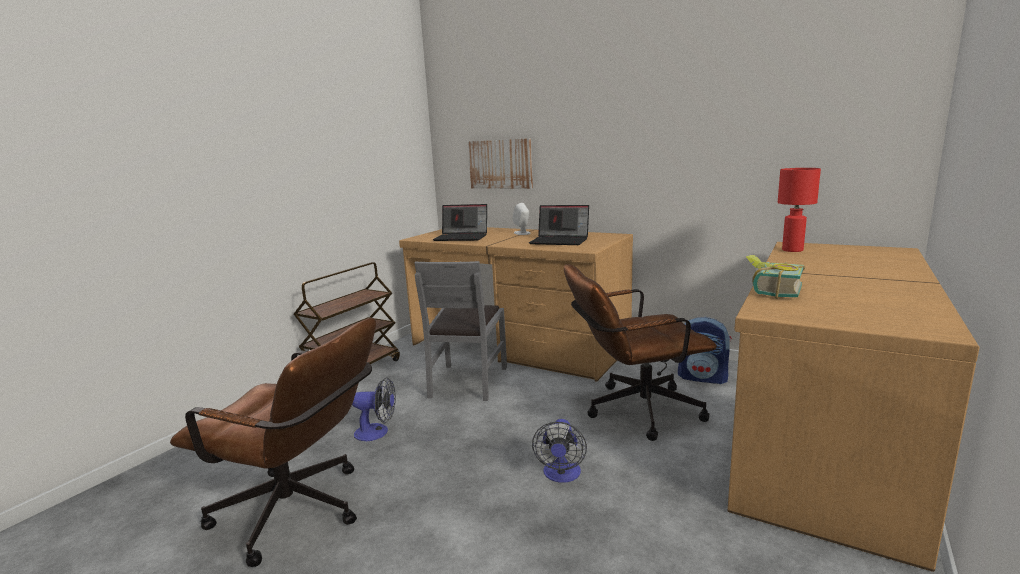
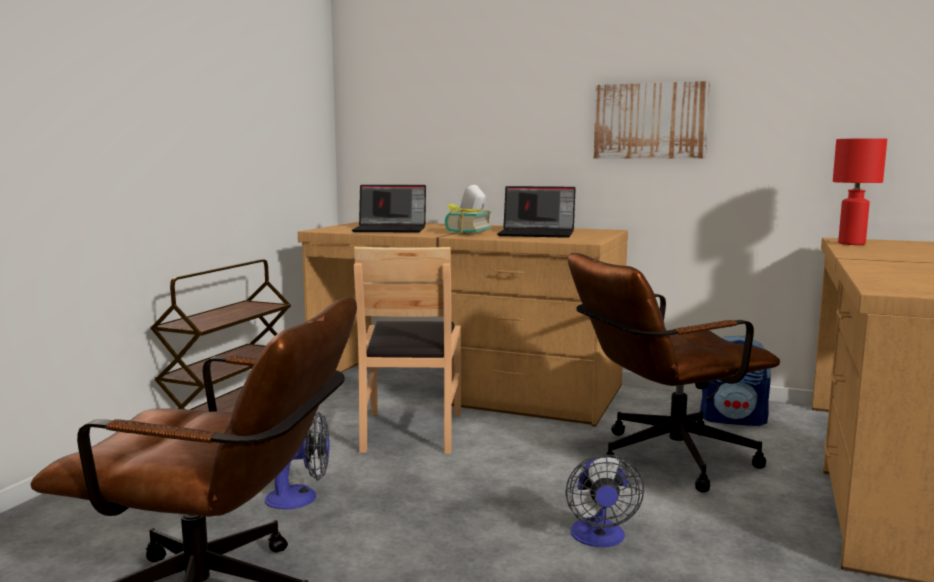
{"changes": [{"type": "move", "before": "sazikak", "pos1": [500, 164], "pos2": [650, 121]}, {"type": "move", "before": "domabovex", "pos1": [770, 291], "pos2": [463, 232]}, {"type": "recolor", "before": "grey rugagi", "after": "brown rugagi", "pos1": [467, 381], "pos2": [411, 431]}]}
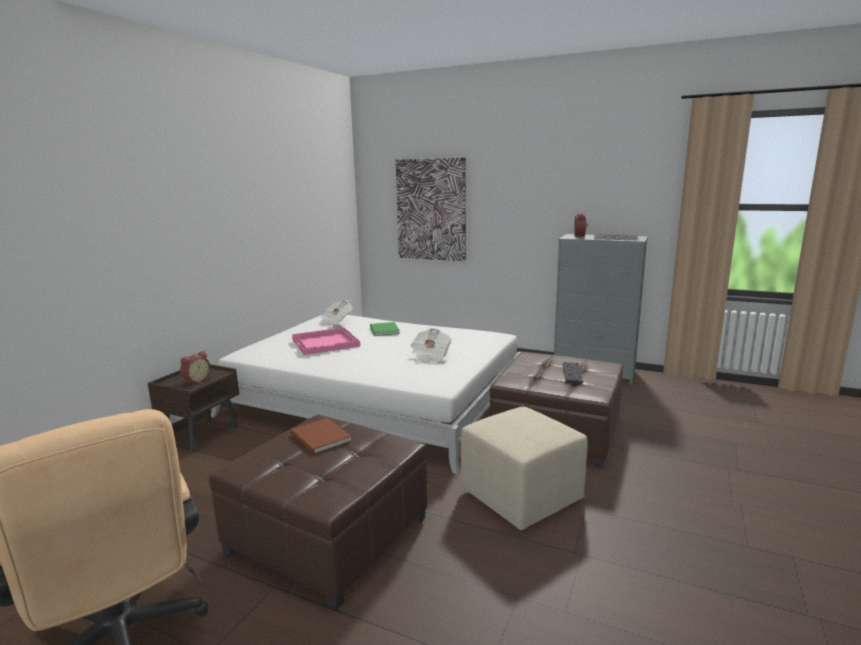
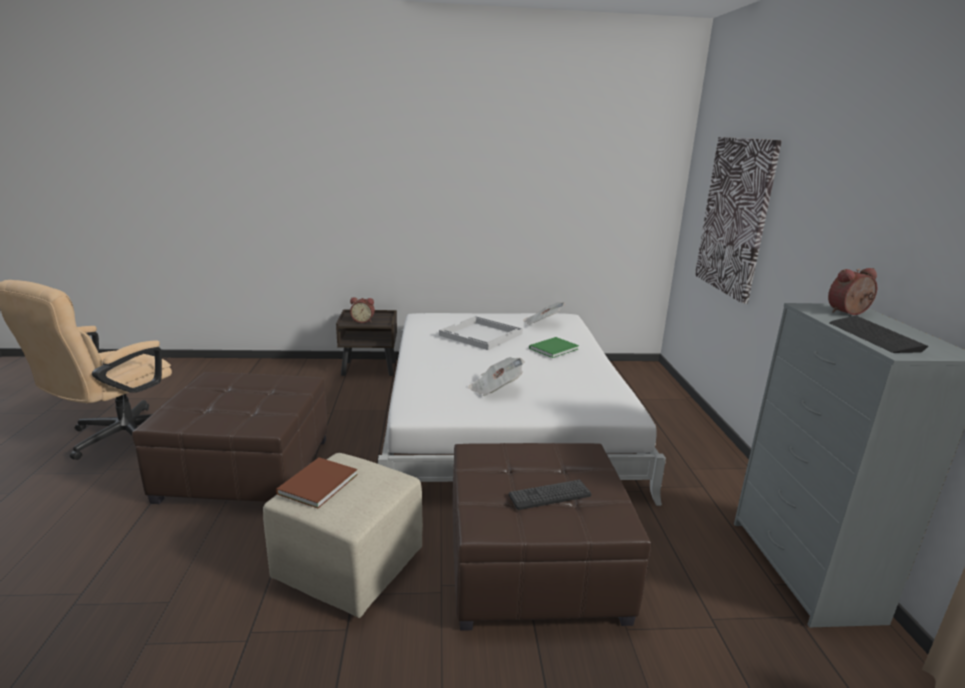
{"changes": [{"type": "recolor", "before": "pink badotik", "after": "white badotik", "pos1": [326, 342], "pos2": [481, 335]}, {"type": "move", "before": "brown domabovex", "pos1": [320, 438], "pos2": [315, 484]}]}
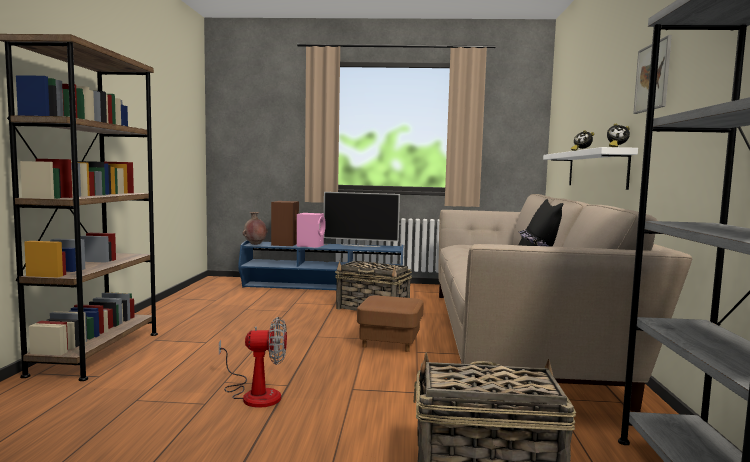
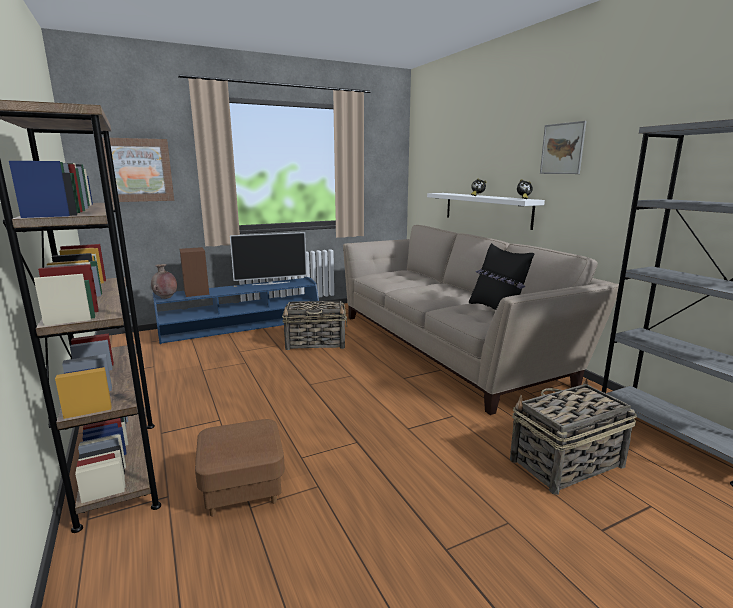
{"changes": [{"type": "delete", "before": "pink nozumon", "pos1": [311, 245]}, {"type": "move", "before": "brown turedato", "pos1": [390, 342], "pos2": [243, 489]}, {"type": "delete", "before": "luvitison", "pos1": [255, 394]}, {"type": "insert", "after": "sazikak", "pos2": [138, 170]}]}
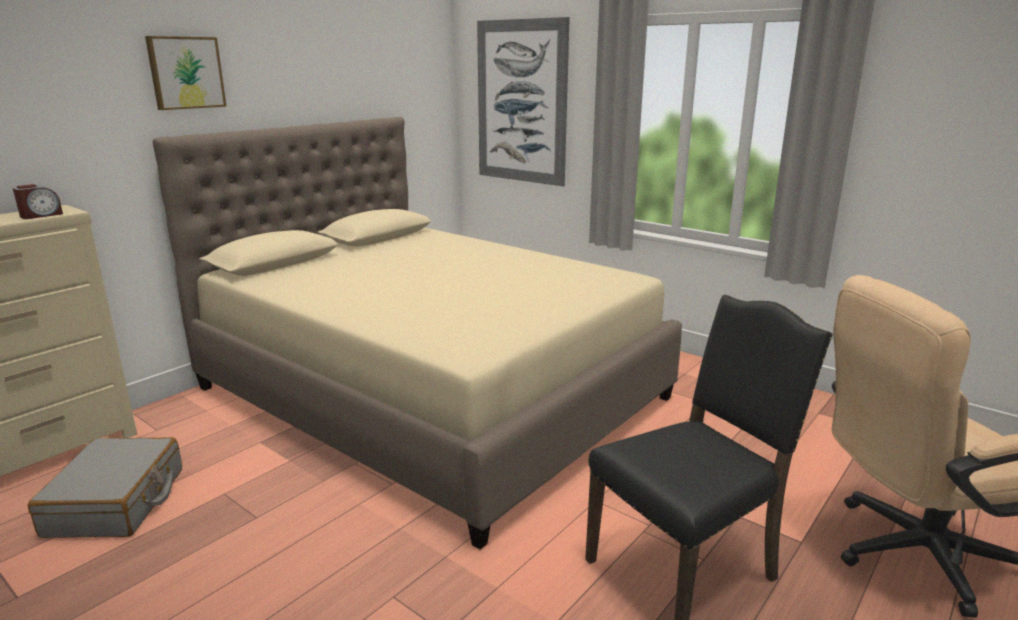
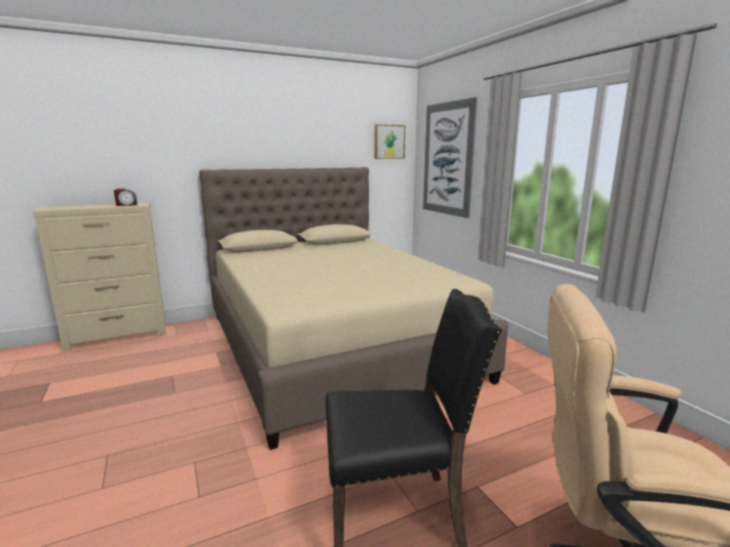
{"changes": [{"type": "move", "before": "sazikak", "pos1": [185, 73], "pos2": [389, 142]}, {"type": "delete", "before": "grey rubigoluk", "pos1": [117, 502]}]}
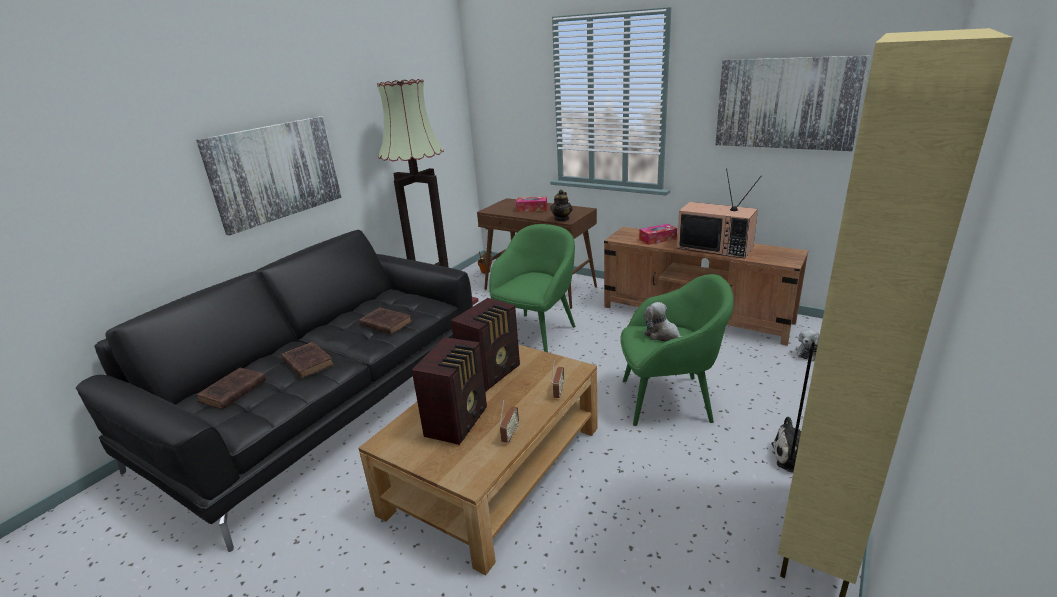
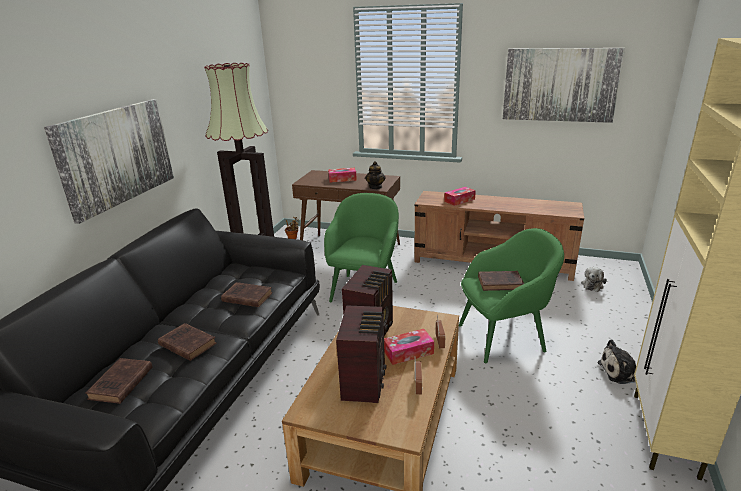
{"changes": [{"type": "delete", "before": "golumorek", "pos1": [716, 247]}, {"type": "replace", "before": "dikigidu", "after": "brown domabovex", "pos1": [663, 335], "pos2": [501, 283]}, {"type": "insert", "after": "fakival", "pos2": [408, 352]}]}
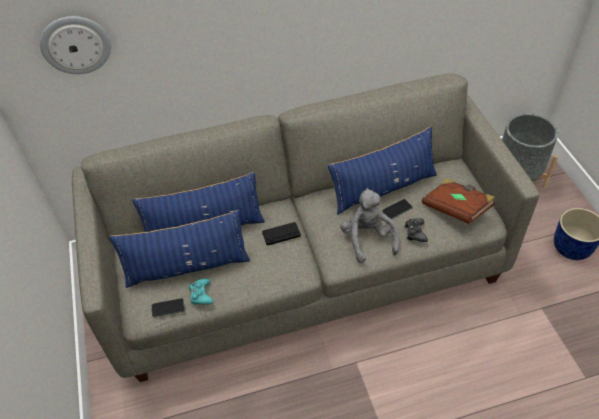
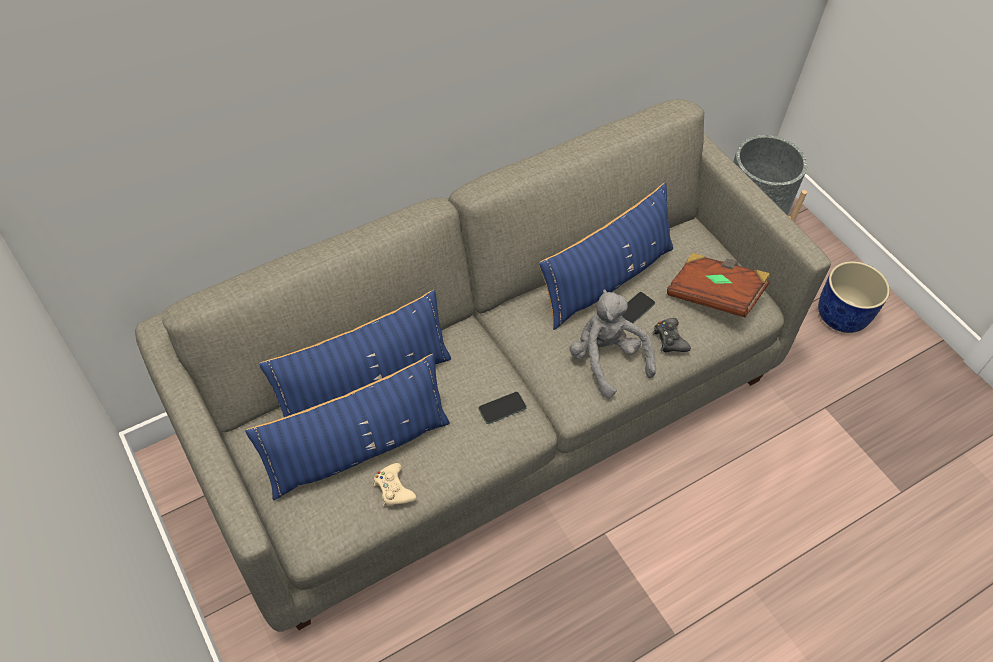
{"changes": [{"type": "delete", "before": "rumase", "pos1": [76, 44]}, {"type": "delete", "before": "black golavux", "pos1": [281, 234]}, {"type": "recolor", "before": "turquoise golavux", "after": "beige golavux", "pos1": [201, 295], "pos2": [393, 489]}, {"type": "move", "before": "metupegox", "pos1": [168, 308], "pos2": [502, 408]}]}
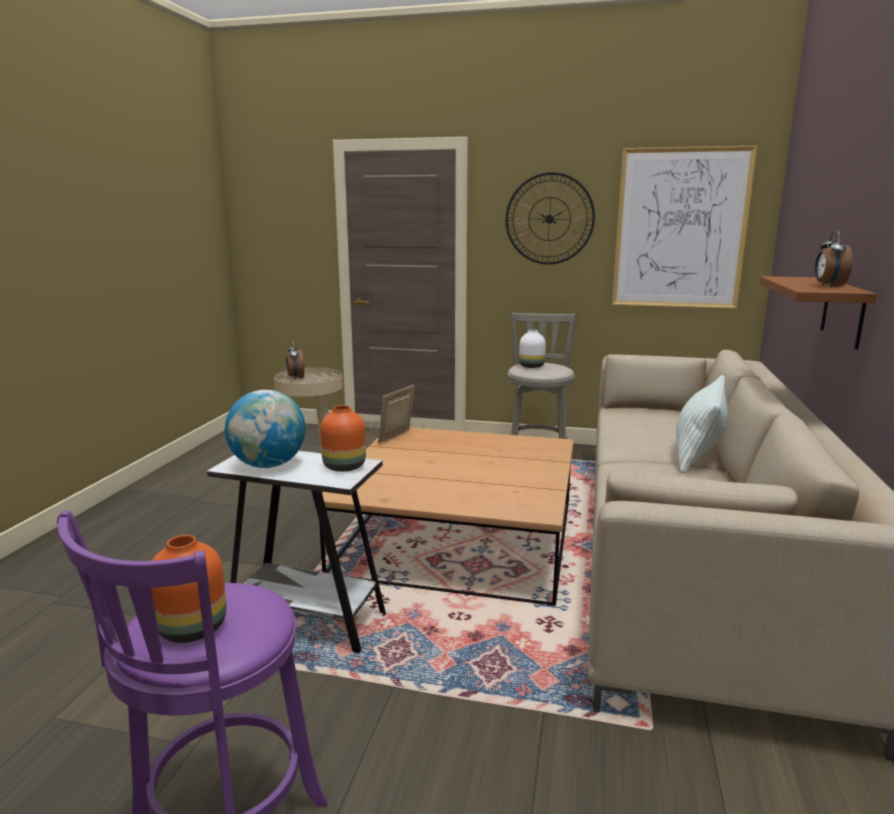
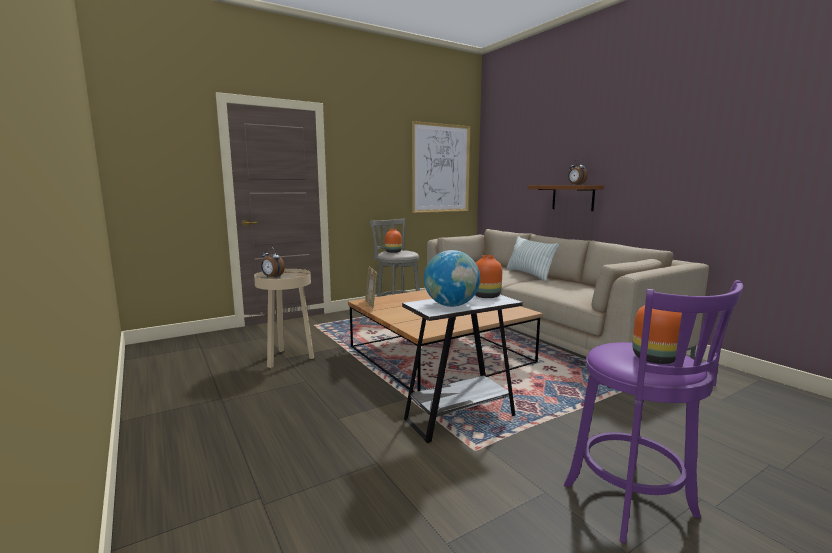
{"changes": [{"type": "delete", "before": "rumase", "pos1": [549, 219]}, {"type": "recolor", "before": "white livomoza", "after": "orange livomoza", "pos1": [532, 366], "pos2": [393, 252]}]}
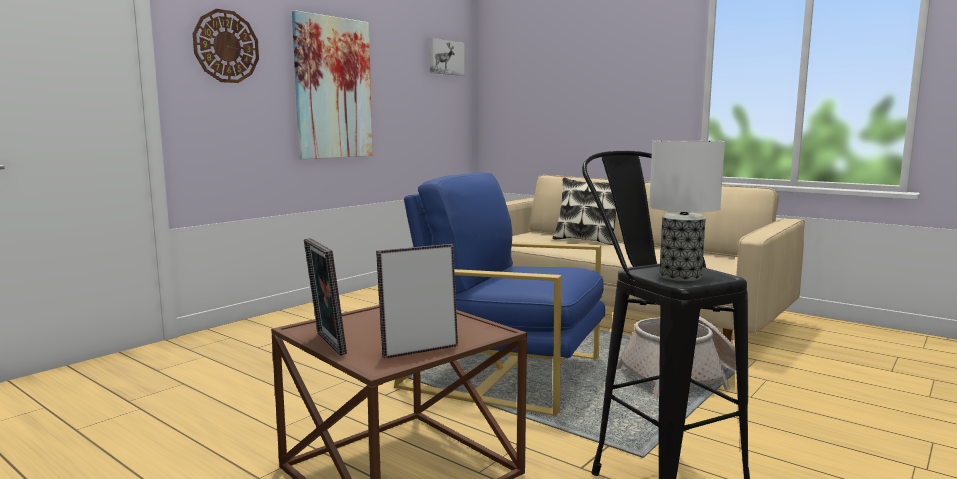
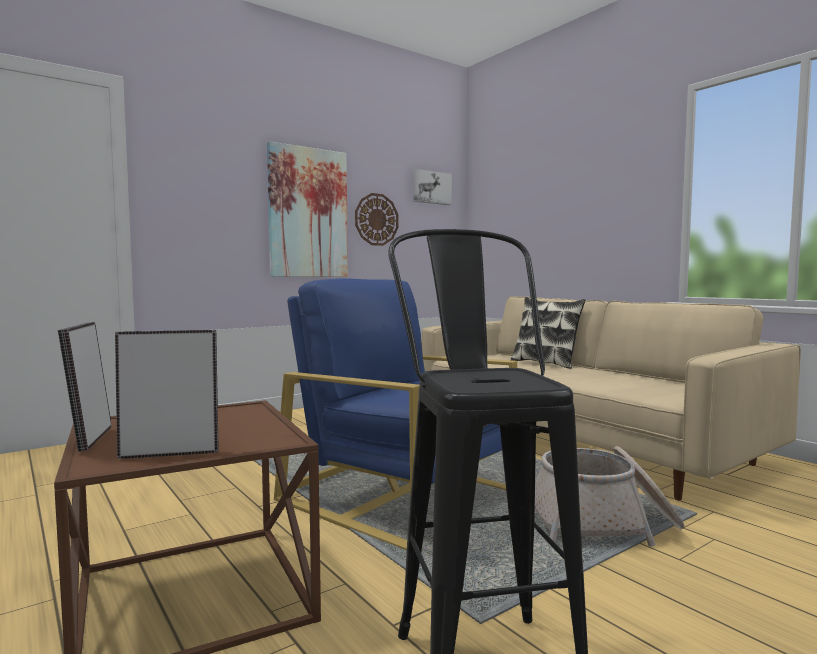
{"changes": [{"type": "move", "before": "rumase", "pos1": [226, 46], "pos2": [376, 219]}, {"type": "delete", "before": "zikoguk", "pos1": [680, 276]}]}
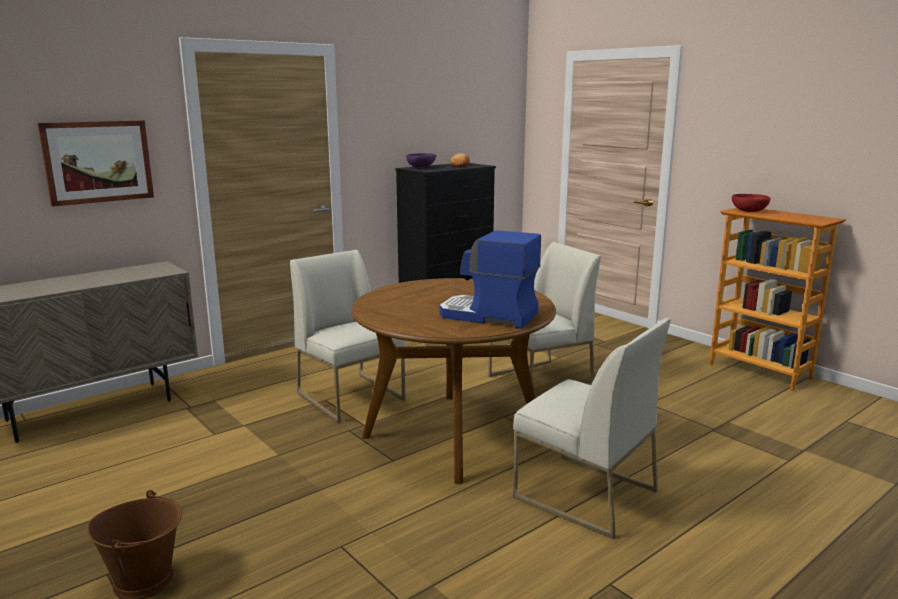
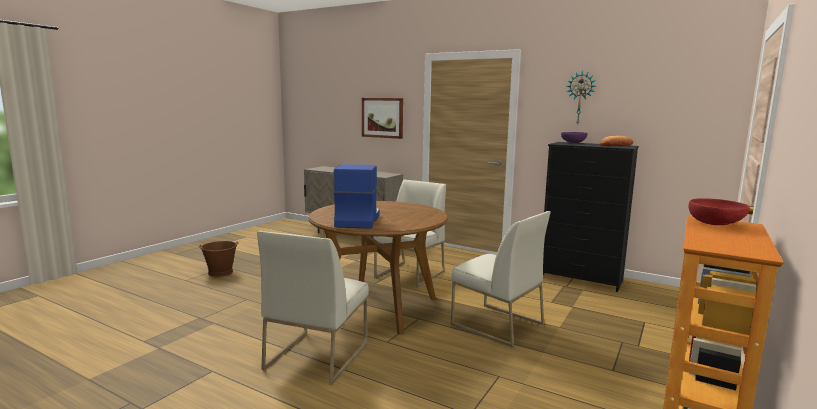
{"changes": [{"type": "insert", "after": "rumase", "pos2": [580, 98]}]}
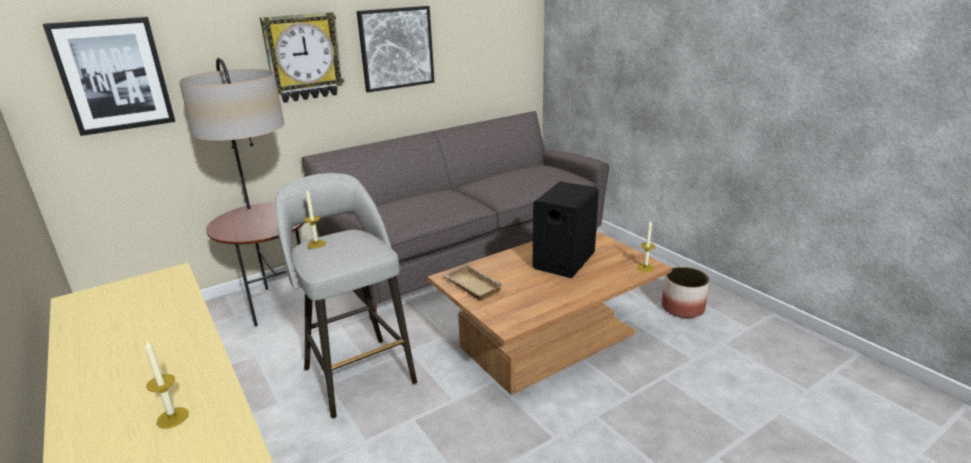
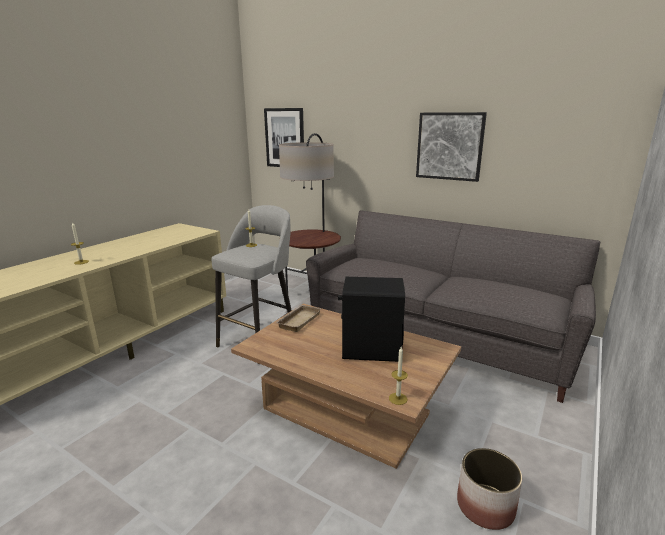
{"changes": [{"type": "delete", "before": "rumase", "pos1": [303, 57]}]}
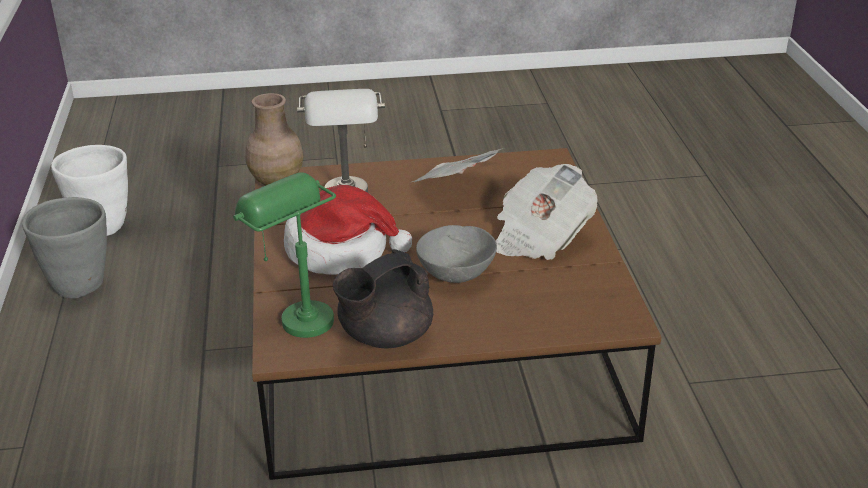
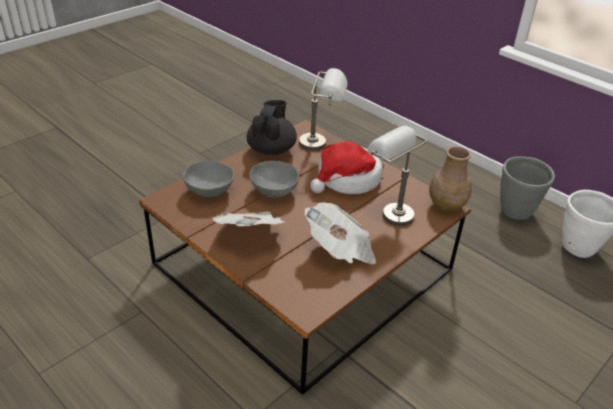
{"changes": [{"type": "recolor", "before": "green zikoguk", "after": "grey zikoguk", "pos1": [295, 314], "pos2": [322, 143]}, {"type": "insert", "after": "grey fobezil", "pos2": [209, 191]}]}
